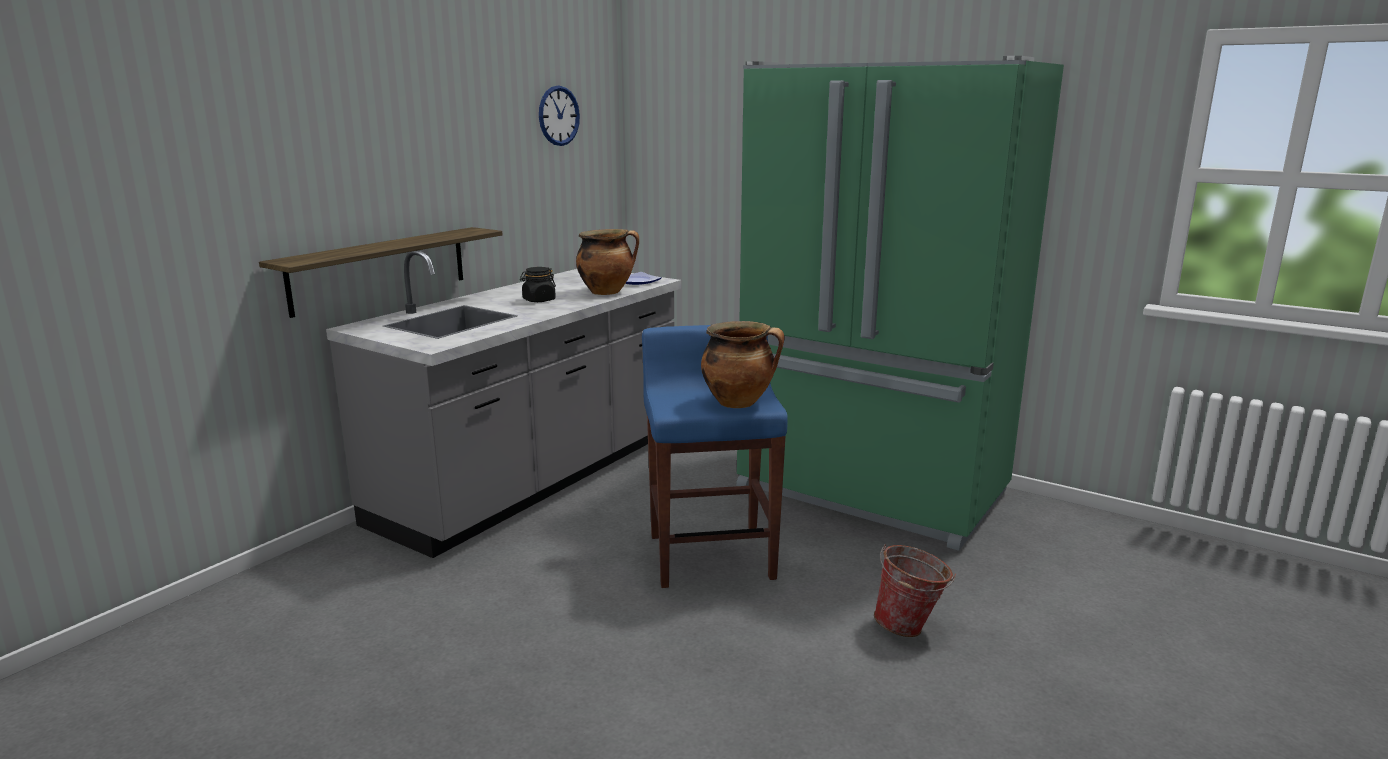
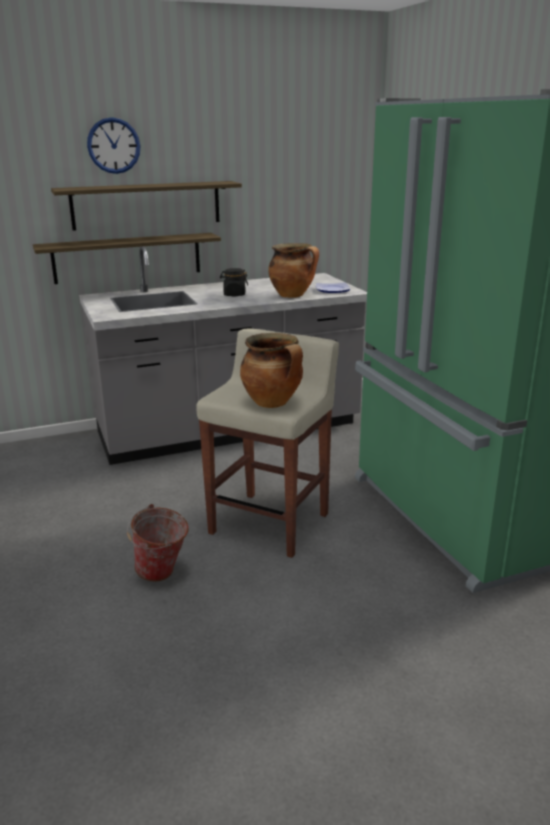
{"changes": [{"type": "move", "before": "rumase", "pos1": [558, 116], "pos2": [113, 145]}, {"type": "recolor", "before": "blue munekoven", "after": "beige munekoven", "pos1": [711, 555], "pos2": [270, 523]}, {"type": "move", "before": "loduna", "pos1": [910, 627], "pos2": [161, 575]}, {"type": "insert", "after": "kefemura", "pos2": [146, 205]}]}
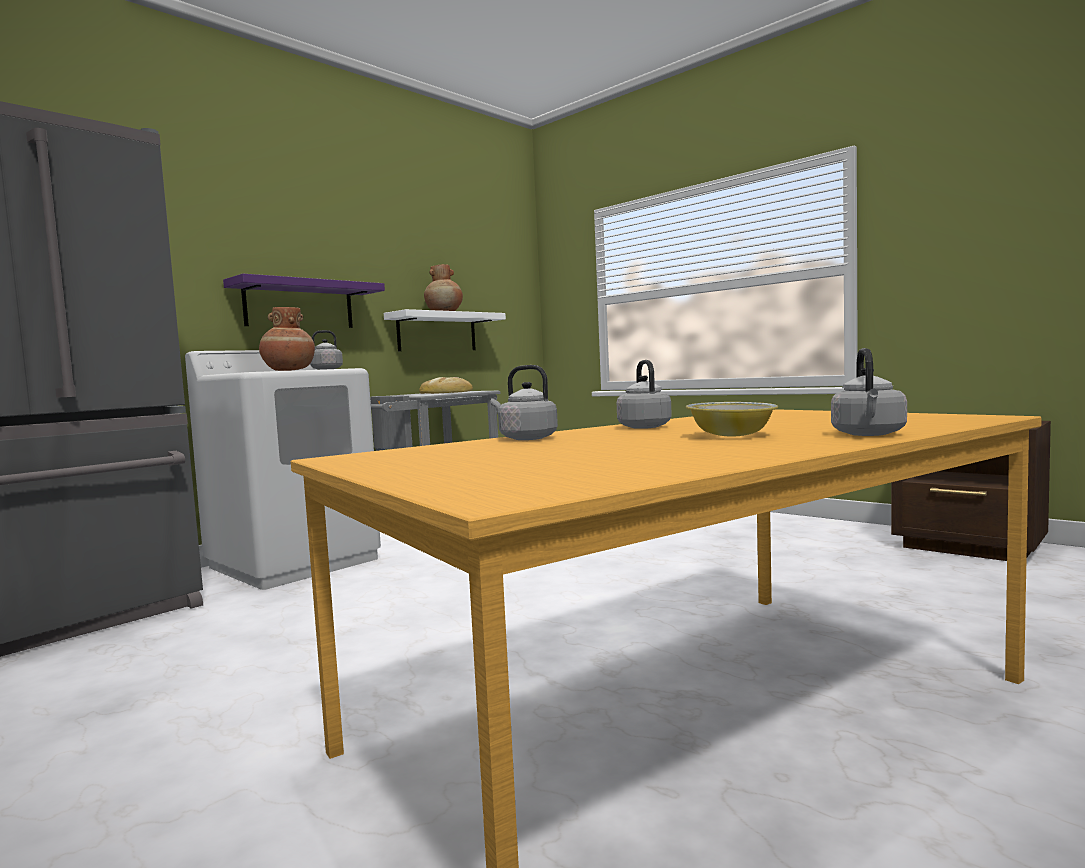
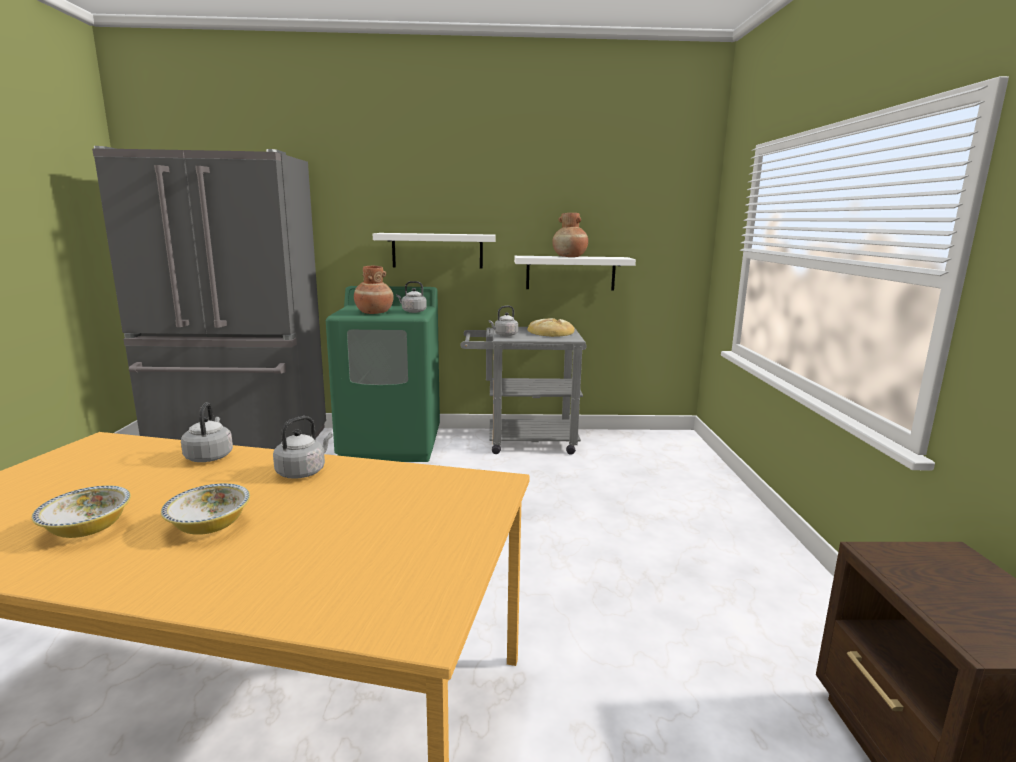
{"changes": [{"type": "recolor", "before": "purple kefemura", "after": "white kefemura", "pos1": [299, 305], "pos2": [437, 250]}, {"type": "move", "before": "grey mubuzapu", "pos1": [868, 434], "pos2": [504, 335]}, {"type": "recolor", "before": "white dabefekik", "after": "green dabefekik", "pos1": [295, 563], "pos2": [391, 444]}, {"type": "insert", "after": "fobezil", "pos2": [87, 529]}]}
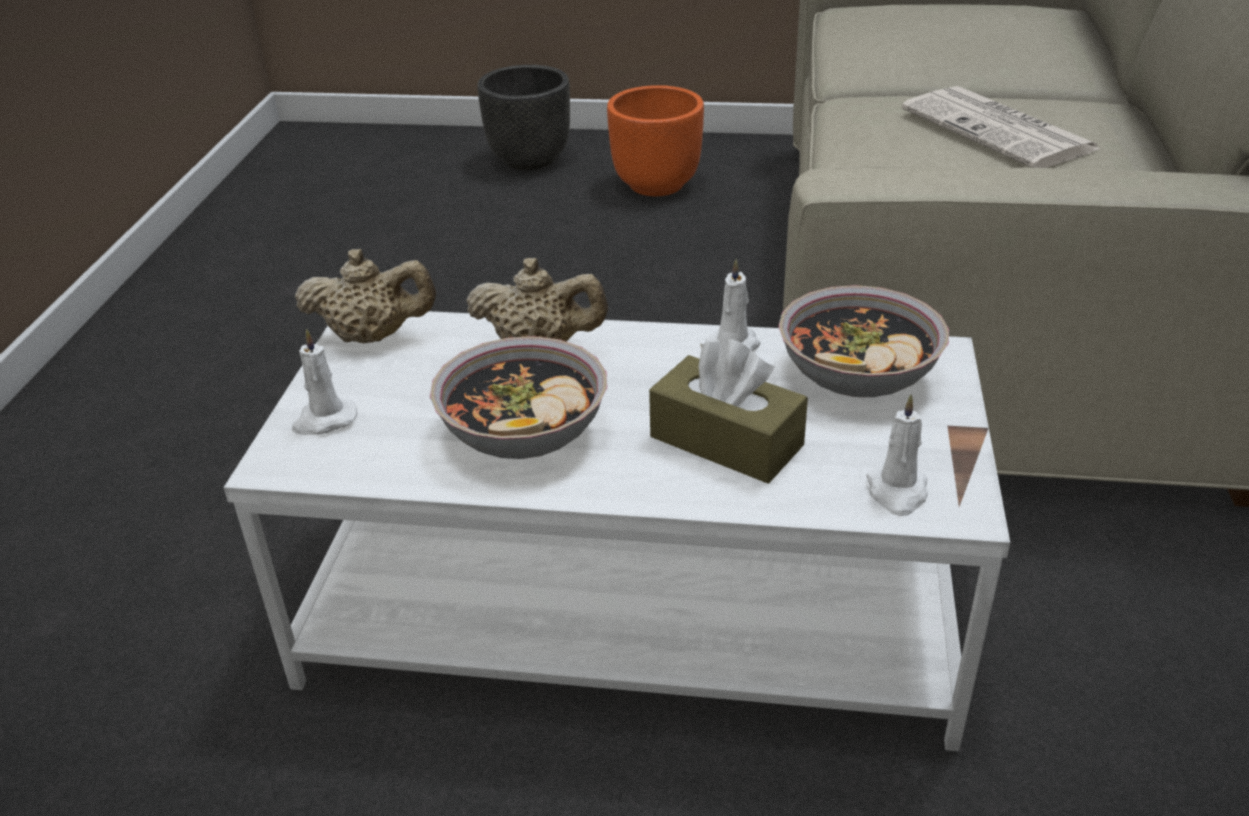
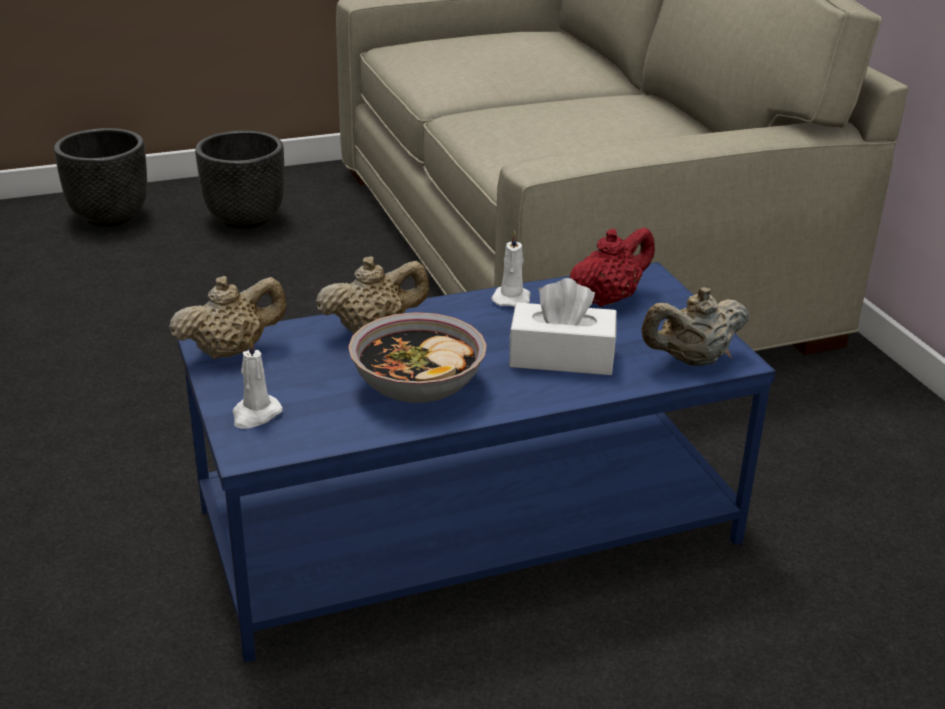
{"changes": [{"type": "recolor", "before": "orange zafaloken", "after": "black zafaloken", "pos1": [657, 184], "pos2": [246, 218]}, {"type": "delete", "before": "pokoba", "pos1": [1000, 130]}, {"type": "replace", "before": "fobezil", "after": "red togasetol", "pos1": [858, 374], "pos2": [608, 298]}, {"type": "recolor", "before": "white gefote", "after": "blue gefote", "pos1": [635, 605], "pos2": [470, 523]}, {"type": "recolor", "before": "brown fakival", "after": "white fakival", "pos1": [726, 441], "pos2": [561, 357]}, {"type": "replace", "before": "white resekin", "after": "beige togasetol", "pos1": [897, 492], "pos2": [692, 360]}]}
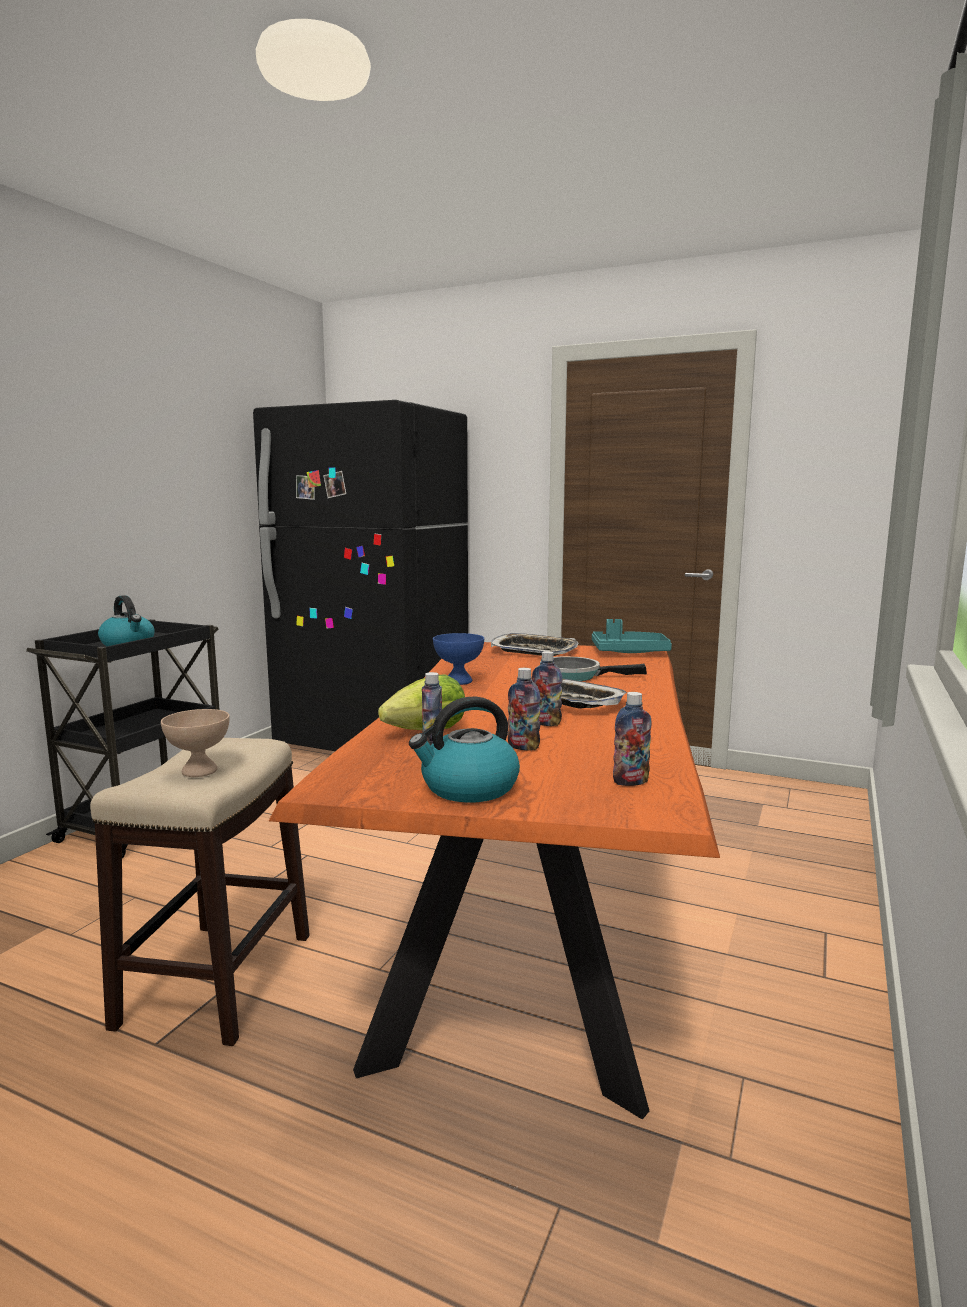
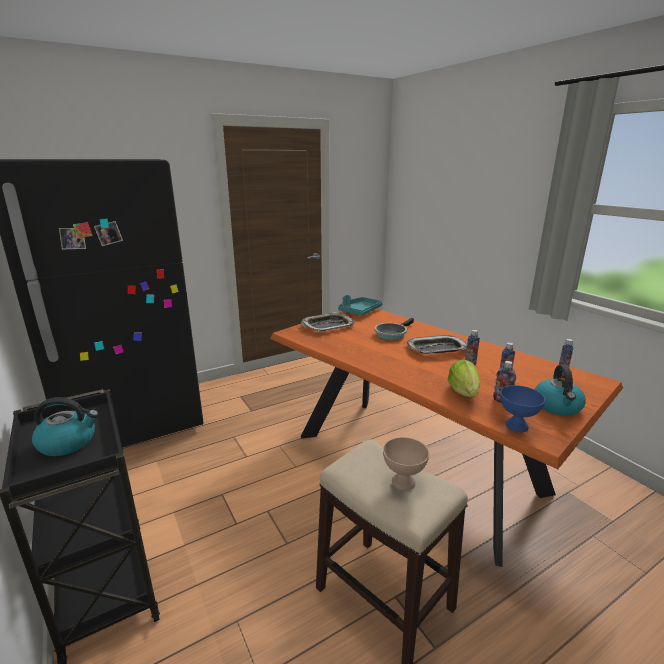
{"changes": [{"type": "move", "before": "blue fobezil", "pos1": [459, 681], "pos2": [517, 425]}]}
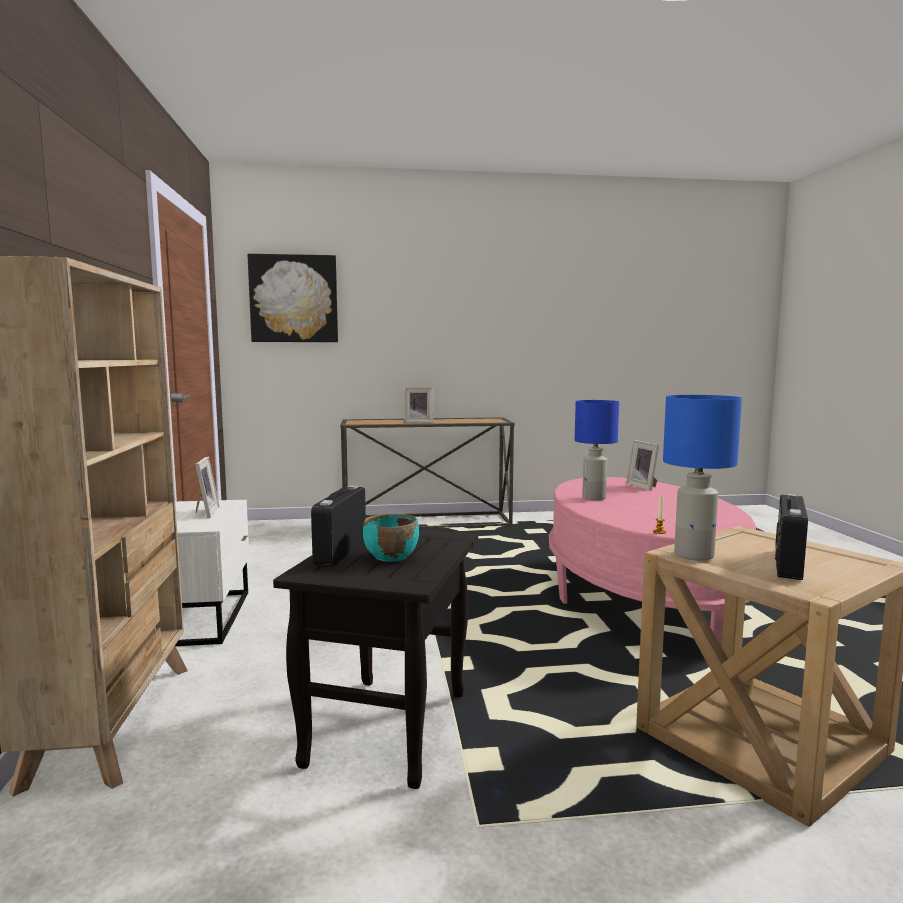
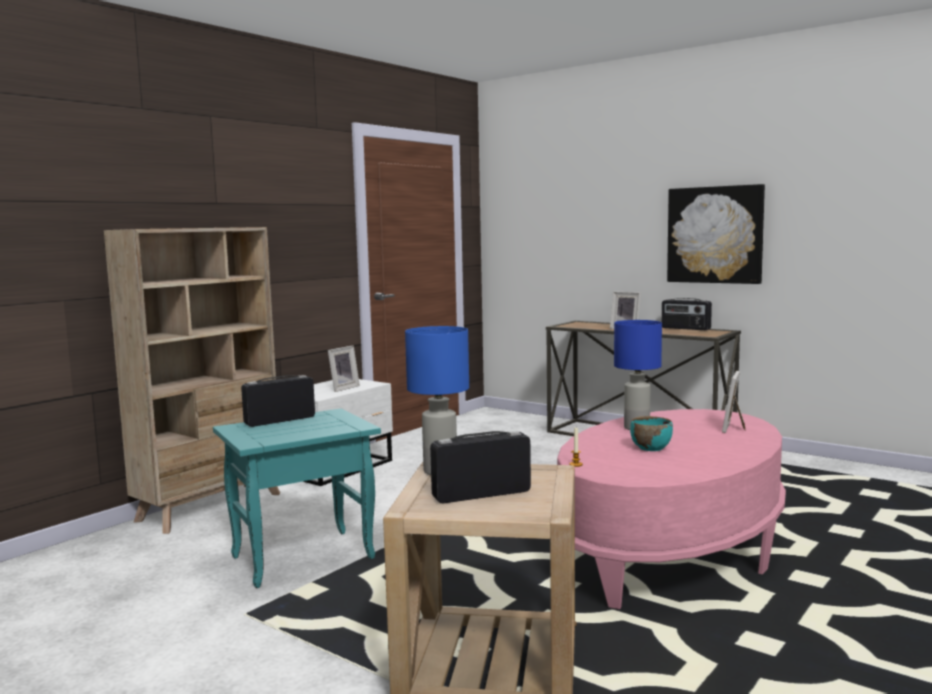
{"changes": [{"type": "move", "before": "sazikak", "pos1": [294, 299], "pos2": [715, 235]}, {"type": "move", "before": "turquoise fobezil", "pos1": [390, 557], "pos2": [650, 448]}, {"type": "recolor", "before": "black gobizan", "after": "turquoise gobizan", "pos1": [389, 731], "pos2": [301, 559]}, {"type": "insert", "after": "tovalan", "pos2": [685, 328]}]}
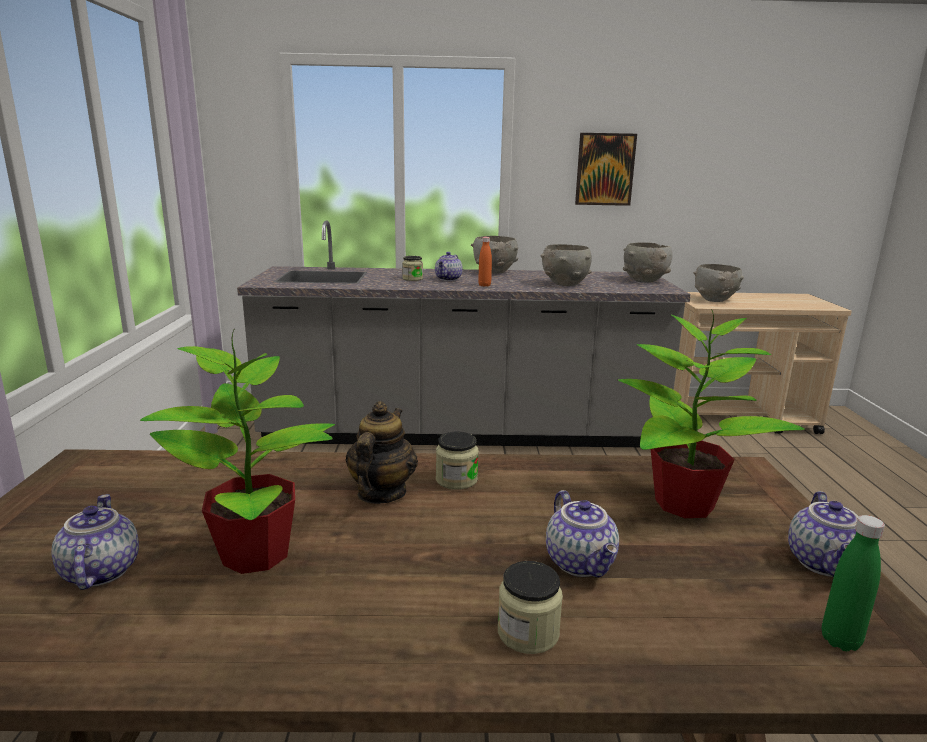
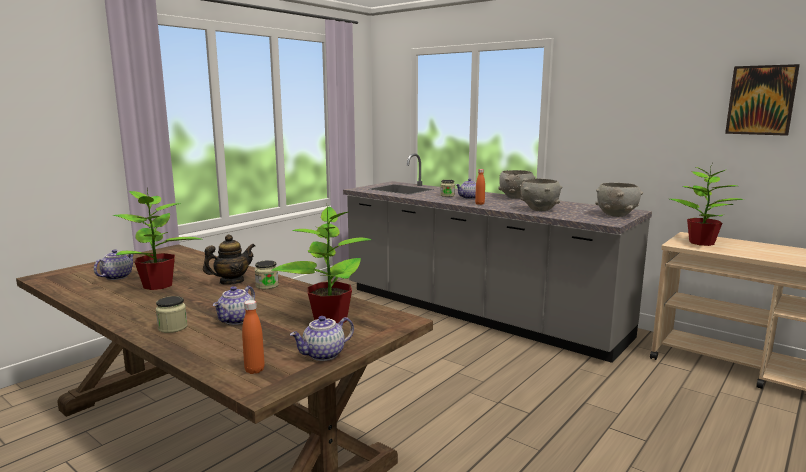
{"changes": [{"type": "move", "before": "sazikak", "pos1": [605, 169], "pos2": [761, 100]}, {"type": "replace", "before": "grey fobezil", "after": "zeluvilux", "pos1": [714, 300], "pos2": [702, 243]}, {"type": "recolor", "before": "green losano", "after": "orange losano", "pos1": [840, 640], "pos2": [254, 370]}]}
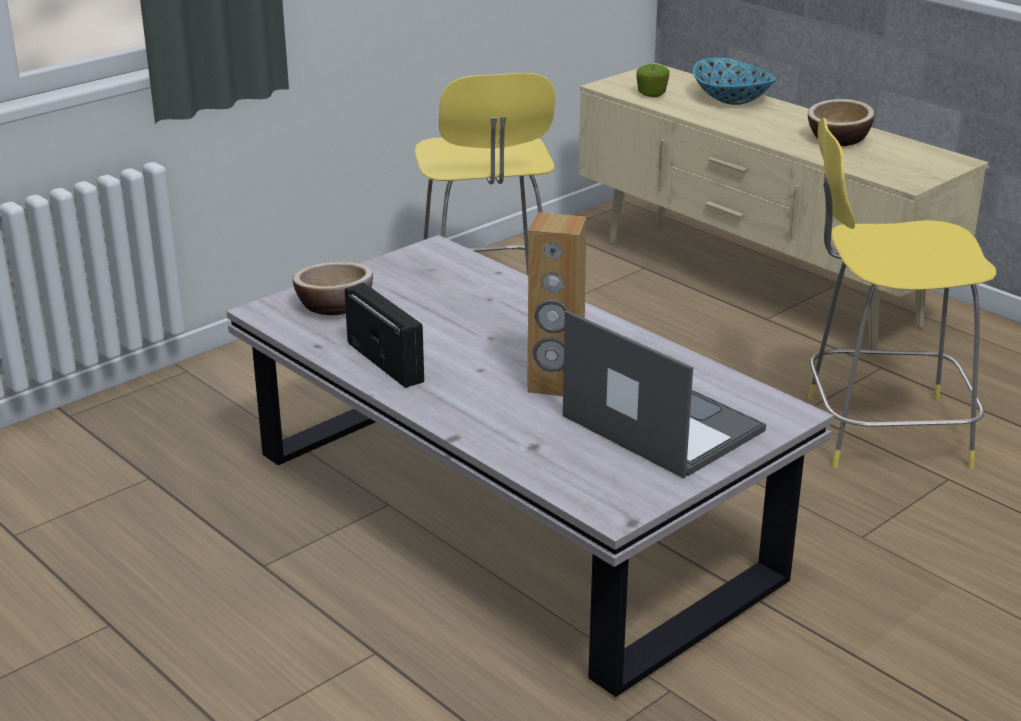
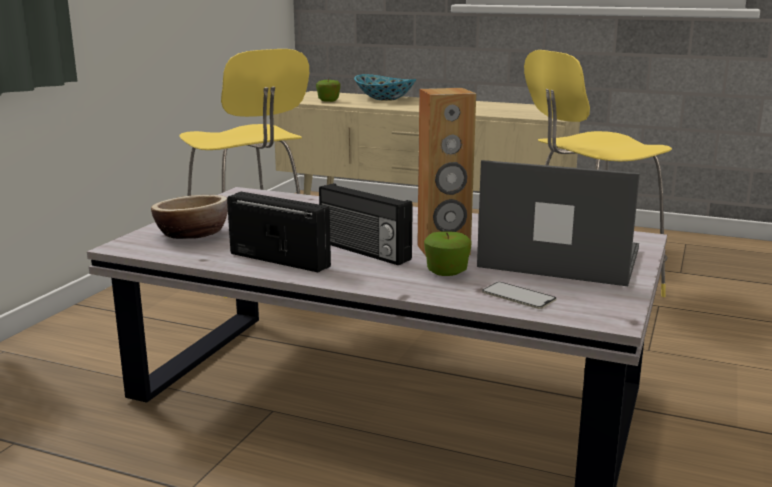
{"changes": [{"type": "delete", "before": "fobezil", "pos1": [838, 139]}, {"type": "insert", "after": "tovalan", "pos2": [363, 251]}, {"type": "insert", "after": "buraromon", "pos2": [446, 272]}, {"type": "insert", "after": "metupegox", "pos2": [518, 296]}]}
